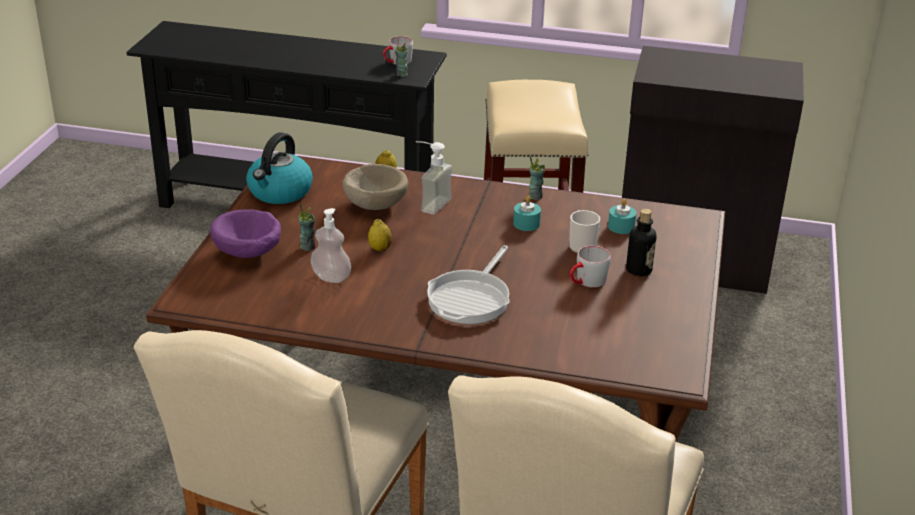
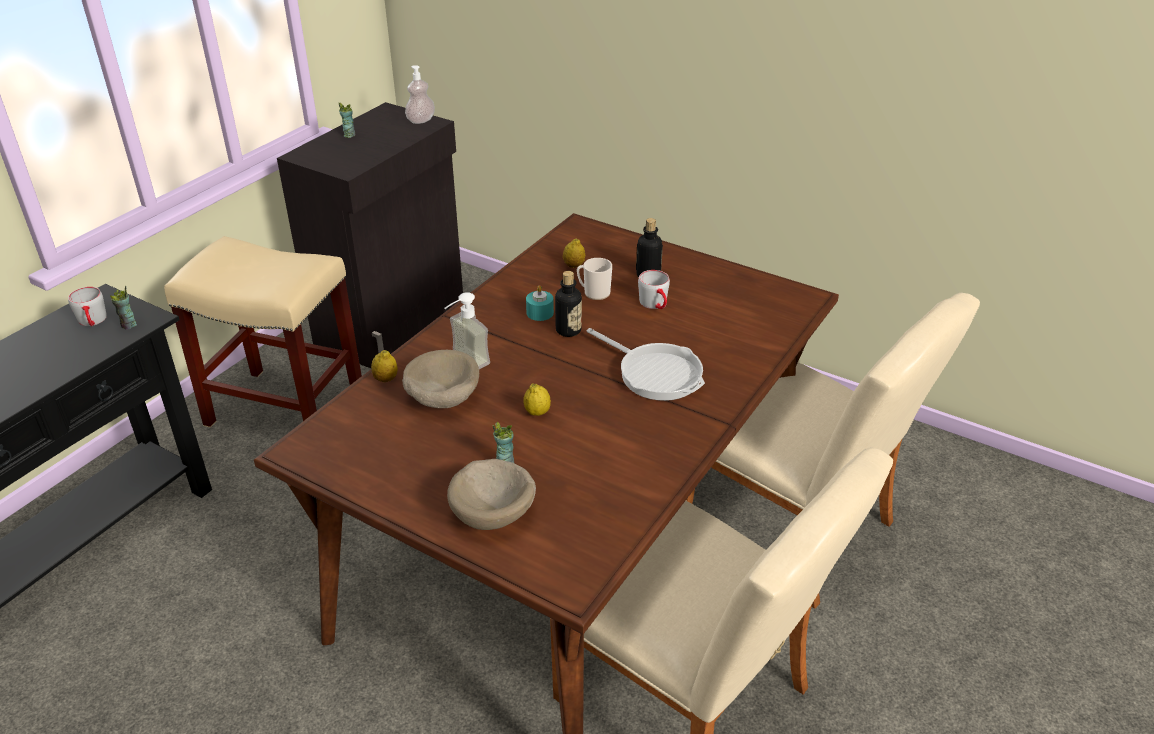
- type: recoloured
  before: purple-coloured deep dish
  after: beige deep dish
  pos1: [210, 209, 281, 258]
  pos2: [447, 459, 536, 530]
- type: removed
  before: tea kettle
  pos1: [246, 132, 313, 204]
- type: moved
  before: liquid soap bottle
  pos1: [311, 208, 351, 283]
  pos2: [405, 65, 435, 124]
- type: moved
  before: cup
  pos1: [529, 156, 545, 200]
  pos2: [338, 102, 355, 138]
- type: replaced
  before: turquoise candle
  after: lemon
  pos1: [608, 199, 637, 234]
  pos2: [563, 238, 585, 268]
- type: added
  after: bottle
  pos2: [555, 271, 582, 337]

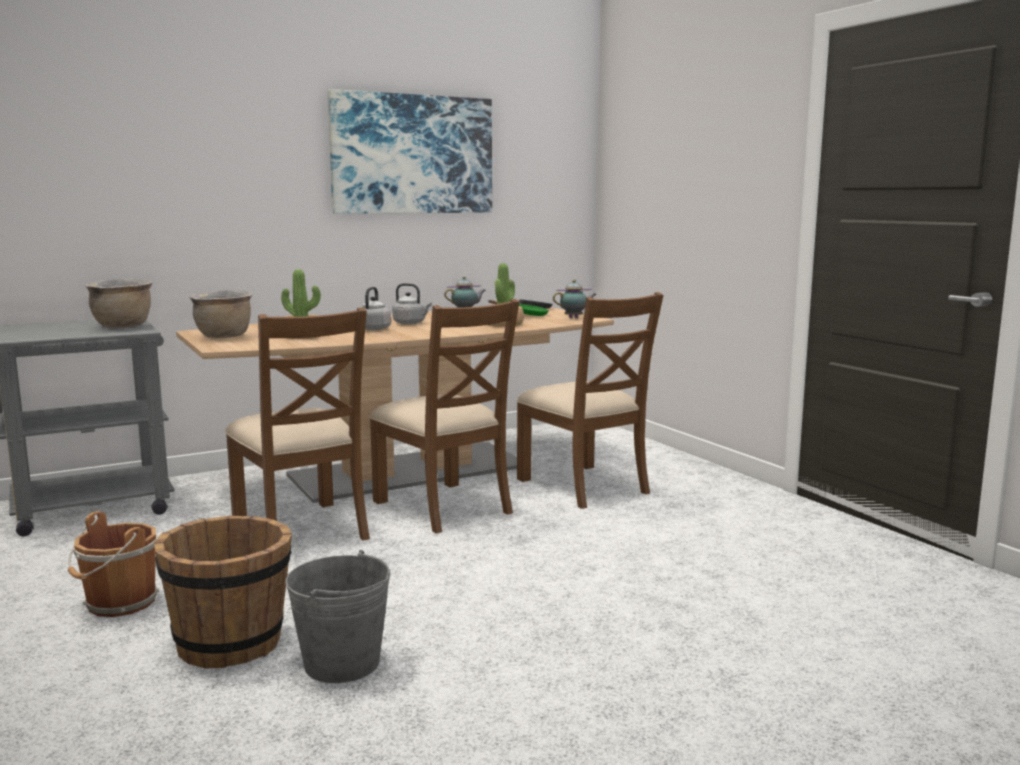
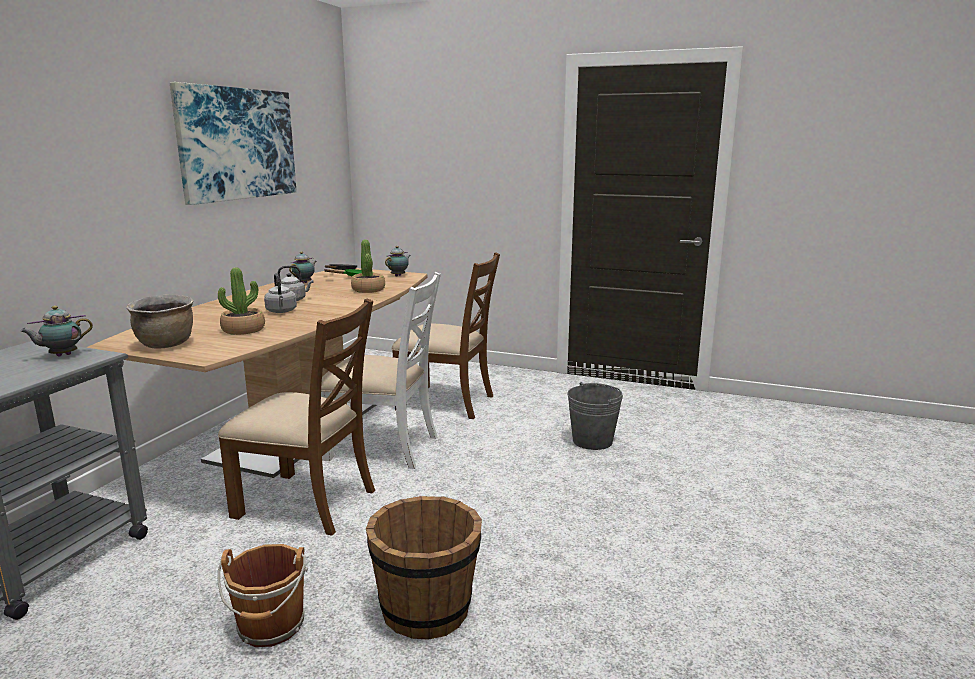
- type: replaced
  before: brownish stockpot
  after: teapot
  pos1: [85, 278, 152, 328]
  pos2: [20, 306, 93, 356]
- type: moved
  before: grey water bucket
  pos1: [285, 550, 391, 683]
  pos2: [567, 382, 623, 450]
- type: recoloured
  before: brownish upright chair
  after: whitish upright chair
  pos1: [370, 299, 519, 534]
  pos2: [321, 272, 441, 469]

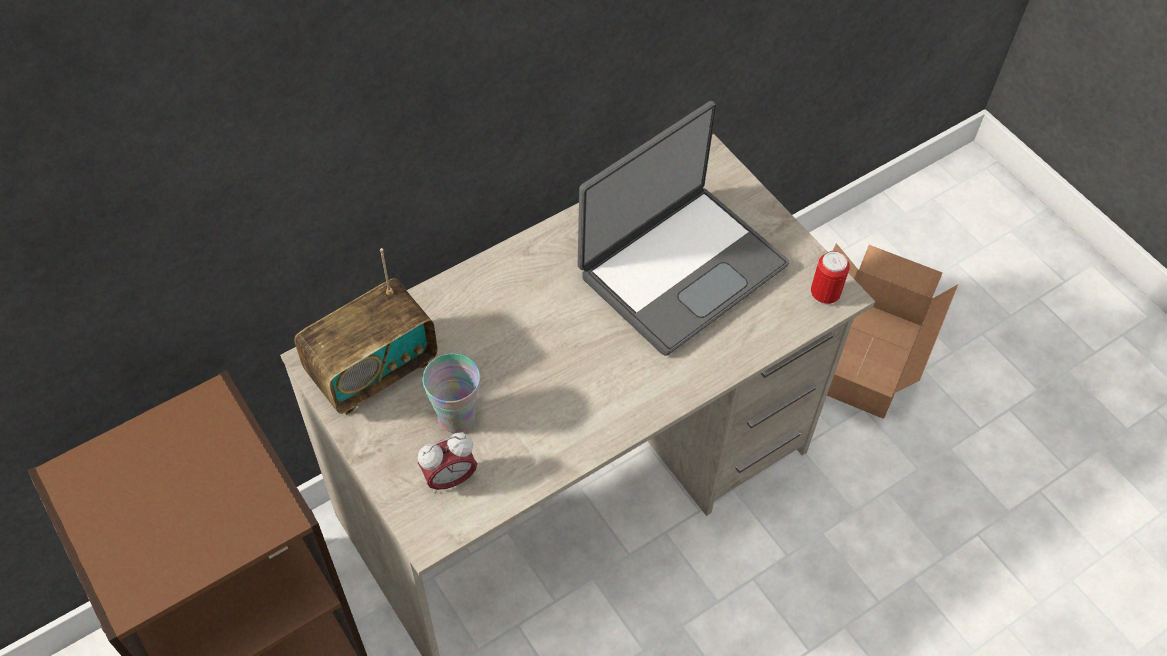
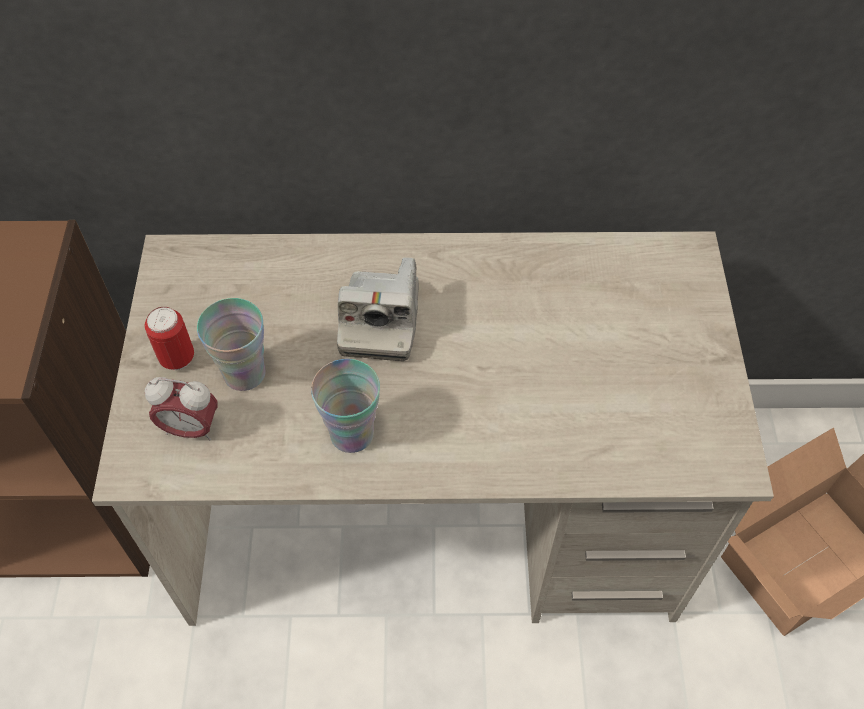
- type: removed
  before: radio set
  pos1: [295, 248, 438, 415]
- type: removed
  before: laptop
  pos1: [578, 101, 789, 356]
- type: moved
  before: can
  pos1: [811, 251, 850, 305]
  pos2: [145, 307, 194, 370]
- type: added
  after: cup
  pos2: [311, 359, 380, 453]
- type: added
  after: still camera
  pos2: [337, 257, 419, 361]

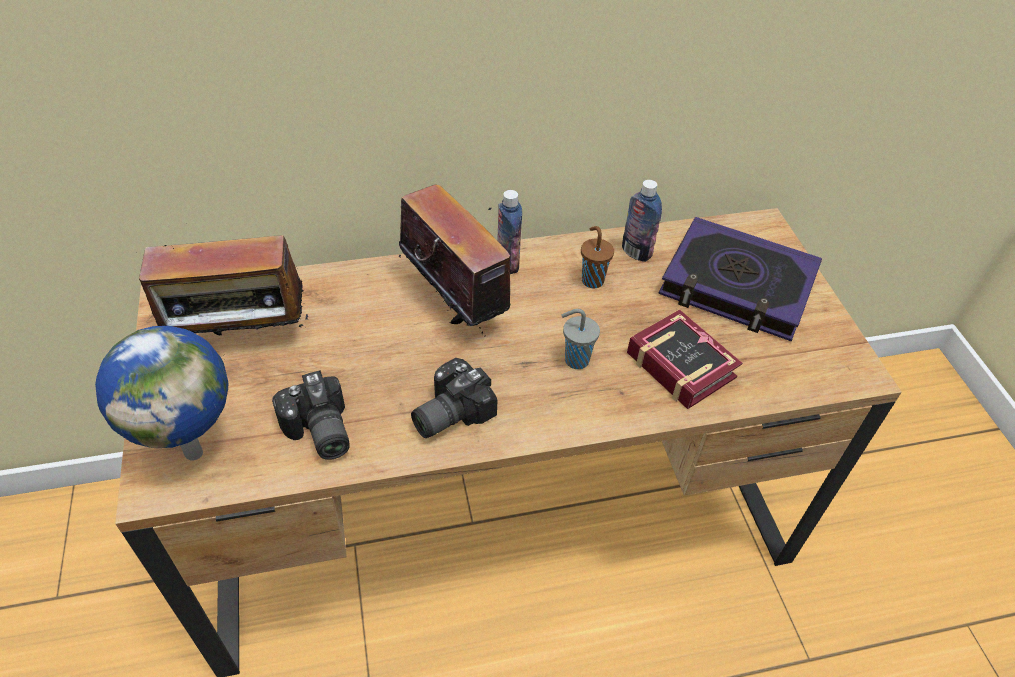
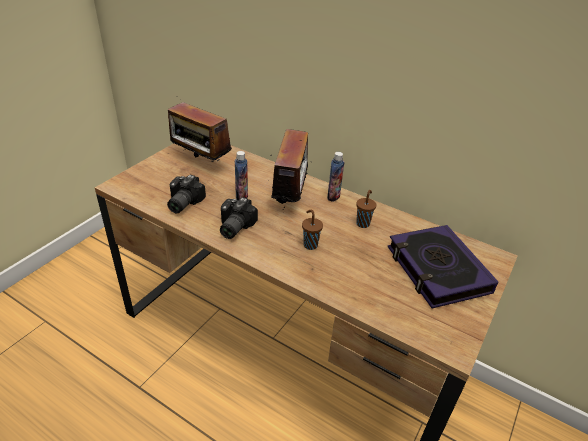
- type: removed
  before: world globe
  pos1: [95, 326, 228, 461]
- type: turned
  before: still camera
  pos1: [411, 358, 497, 438]
  pos2: [220, 197, 258, 239]
  turn: -75
- type: recoloured
  before: grey cup
  after: brownish cup
  pos1: [561, 309, 600, 369]
  pos2: [302, 210, 323, 250]
- type: moved
  before: bottle
  pos1: [622, 180, 662, 262]
  pos2: [235, 151, 248, 200]
- type: removed
  before: book
  pos1: [627, 309, 742, 409]

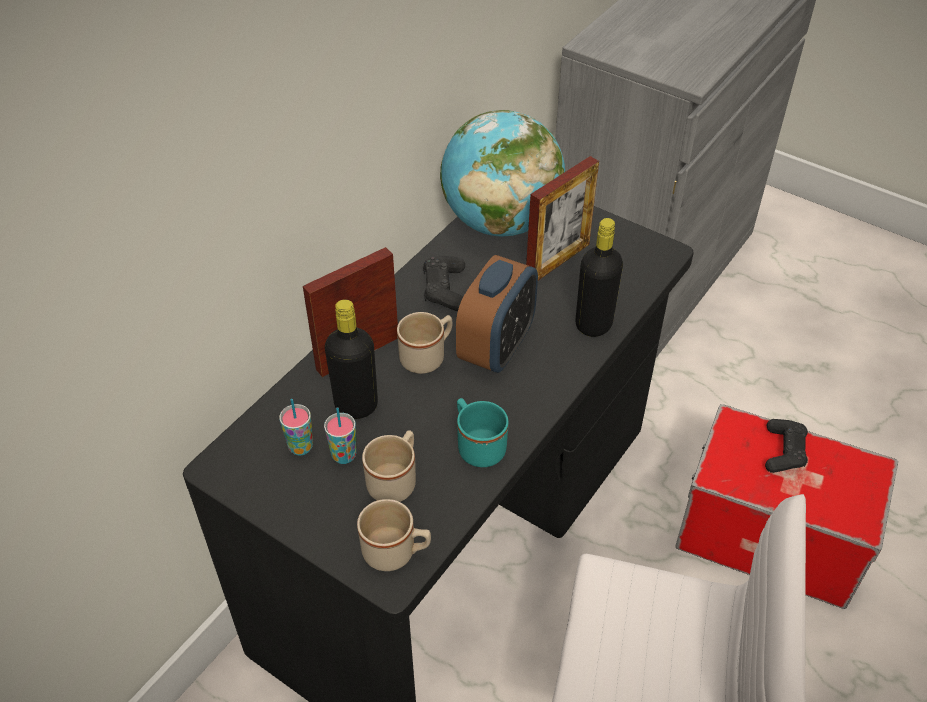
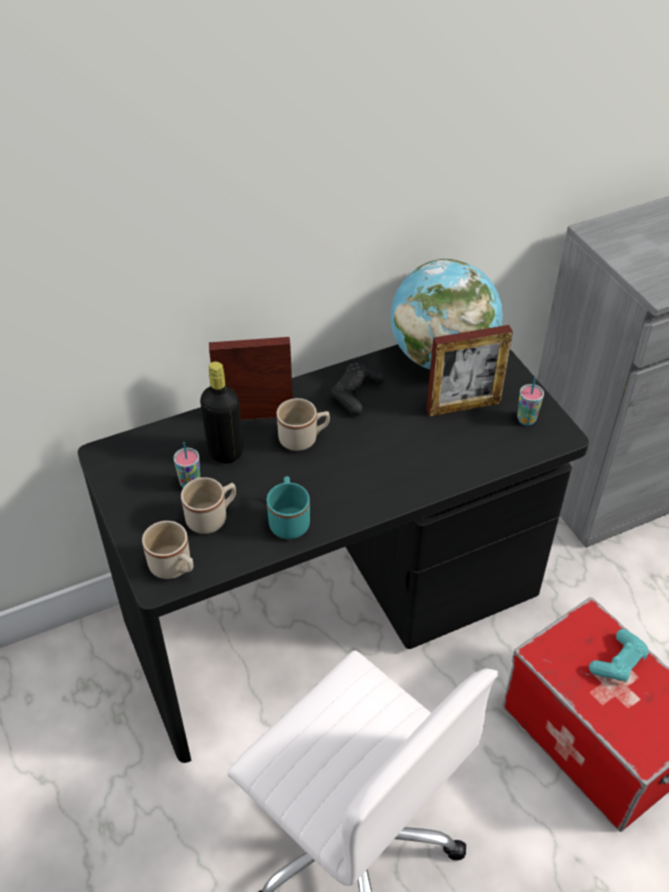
- type: moved
  before: cup
  pos1: [279, 399, 313, 456]
  pos2: [517, 377, 544, 426]
- type: removed
  before: table clock
  pos1: [456, 255, 538, 373]
- type: removed
  before: black-coloured bottle
  pos1: [575, 218, 623, 337]
- type: recoloured
  before: black-coloured gamepad
  after: turquoise gamepad
  pos1: [765, 419, 808, 473]
  pos2: [589, 629, 649, 683]

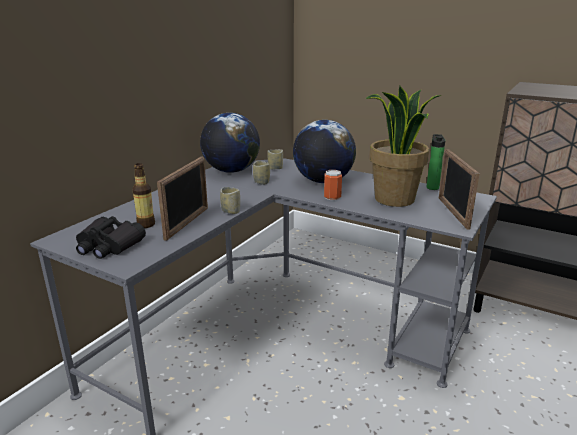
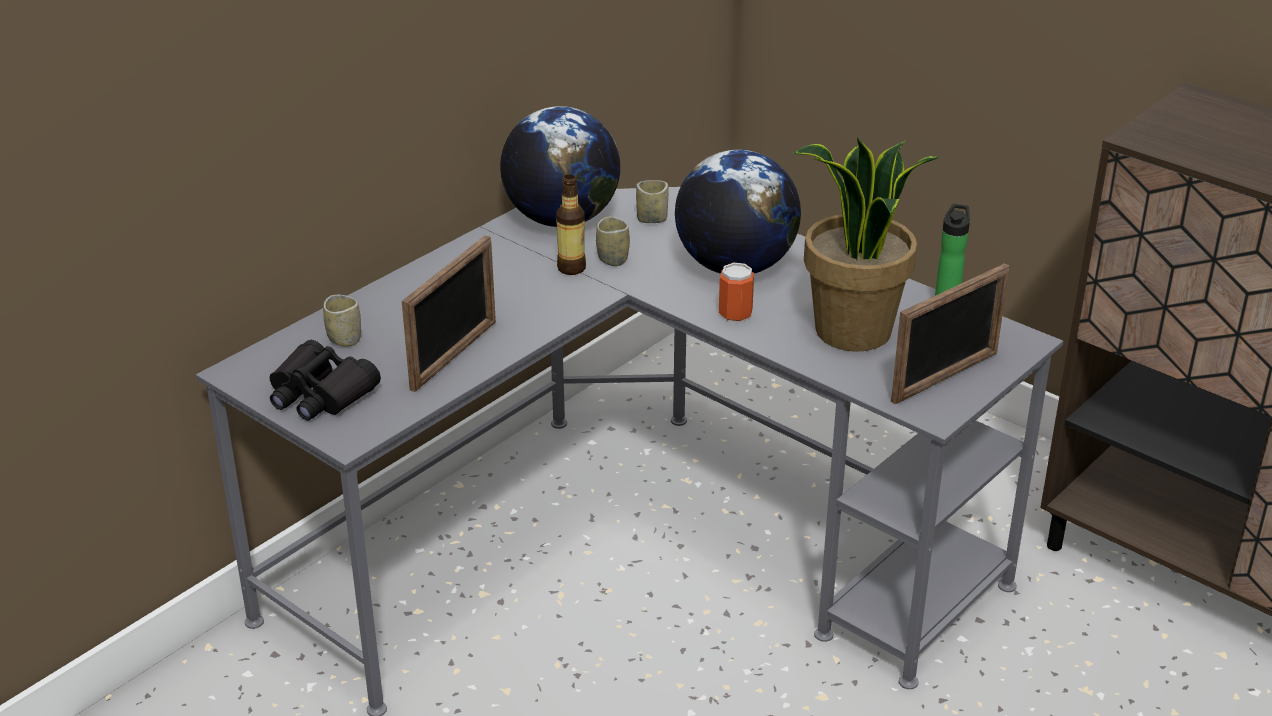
- type: moved
  before: bottle
  pos1: [132, 163, 155, 228]
  pos2: [556, 174, 586, 275]
- type: moved
  before: cup
  pos1: [220, 187, 240, 214]
  pos2: [323, 295, 361, 347]
- type: turned
  before: standing frame
  pos1: [439, 149, 480, 229]
  pos2: [891, 264, 1009, 404]
  turn: -135

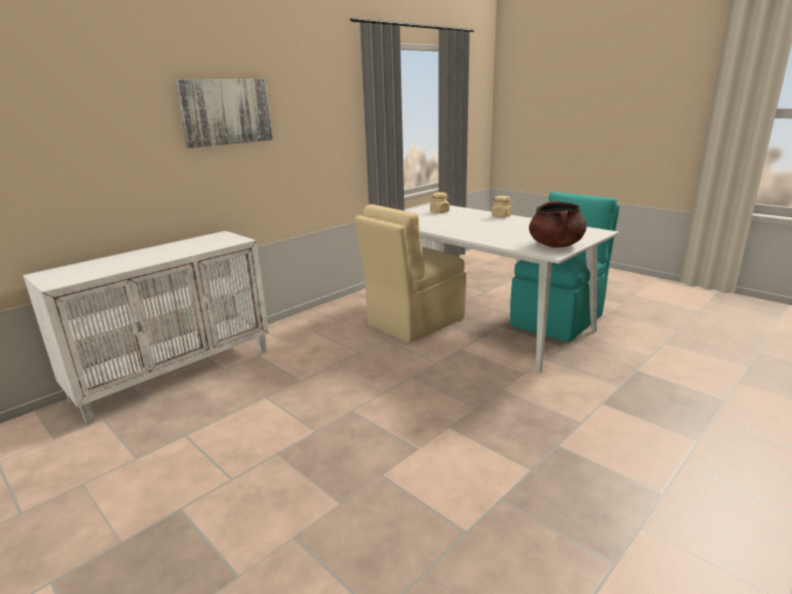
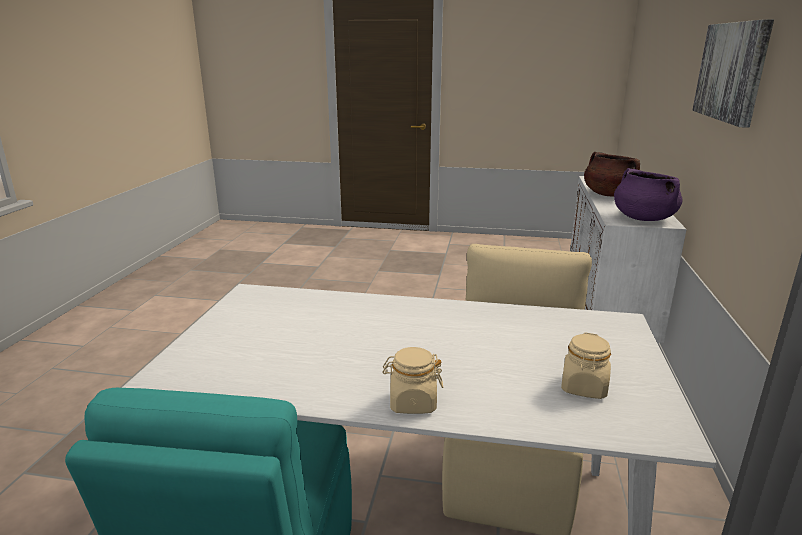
- type: moved
  before: brownish stockpot
  pos1: [529, 201, 587, 248]
  pos2: [584, 152, 640, 196]
- type: added
  after: purple-coloured stockpot
  pos2: [614, 168, 683, 221]

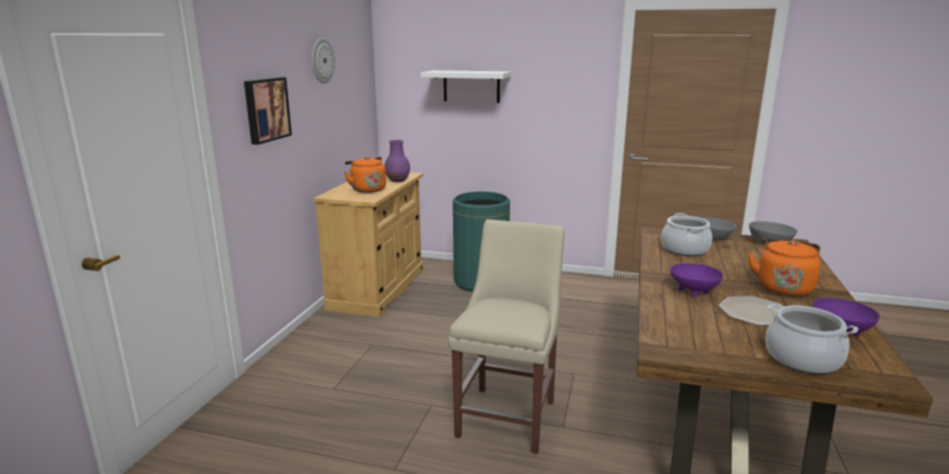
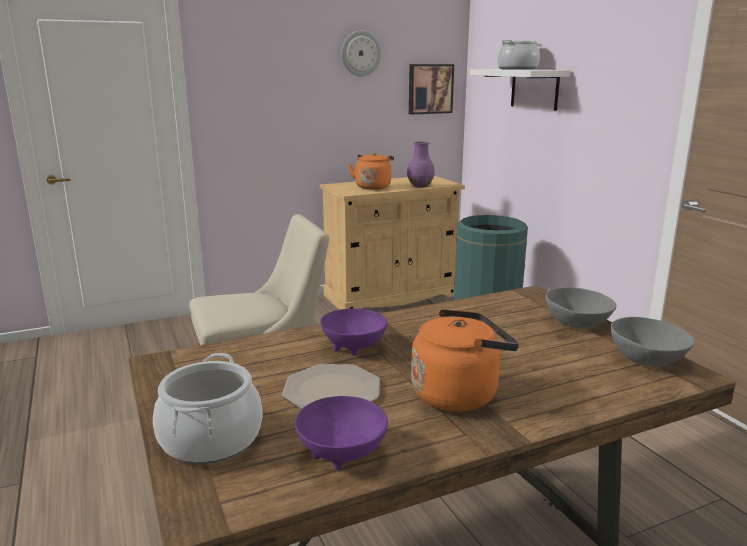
- type: moved
  before: wall art
  pos1: [244, 77, 292, 145]
  pos2: [409, 64, 454, 115]
- type: moved
  before: stockpot
  pos1: [661, 213, 712, 256]
  pos2: [497, 40, 540, 70]

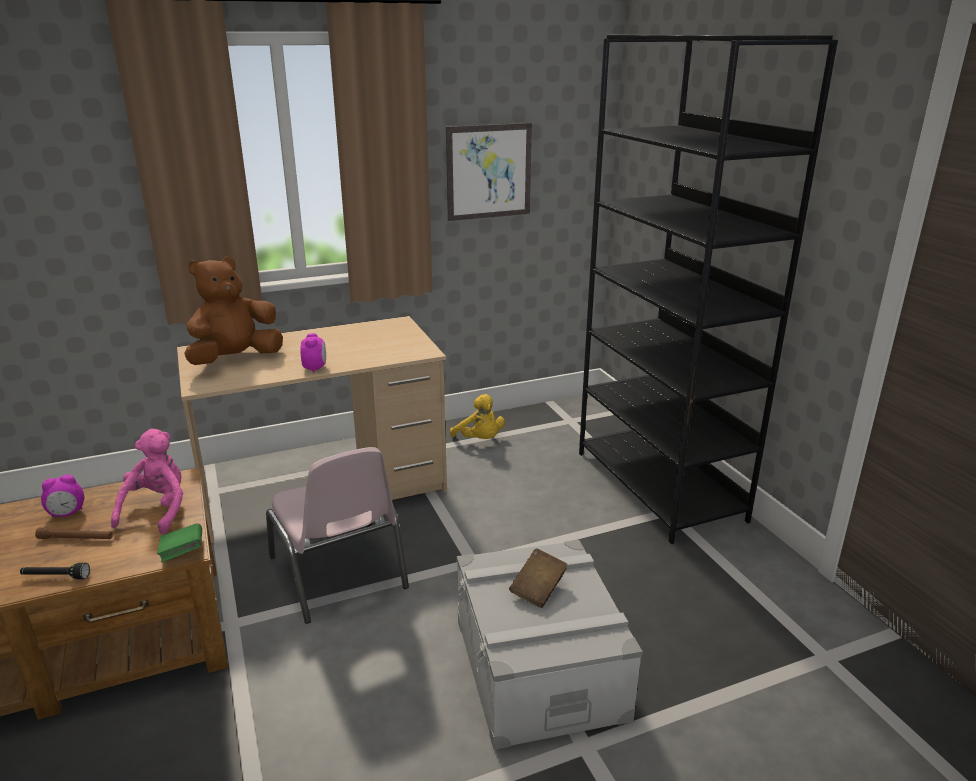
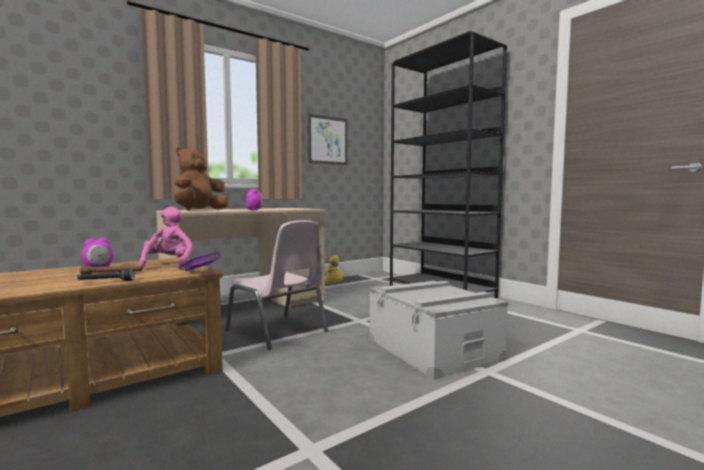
- type: recoloured
  before: greenish book
  after: purple-coloured book
  pos1: [157, 523, 202, 562]
  pos2: [182, 252, 221, 271]
- type: removed
  before: brownish book
  pos1: [509, 548, 568, 608]

